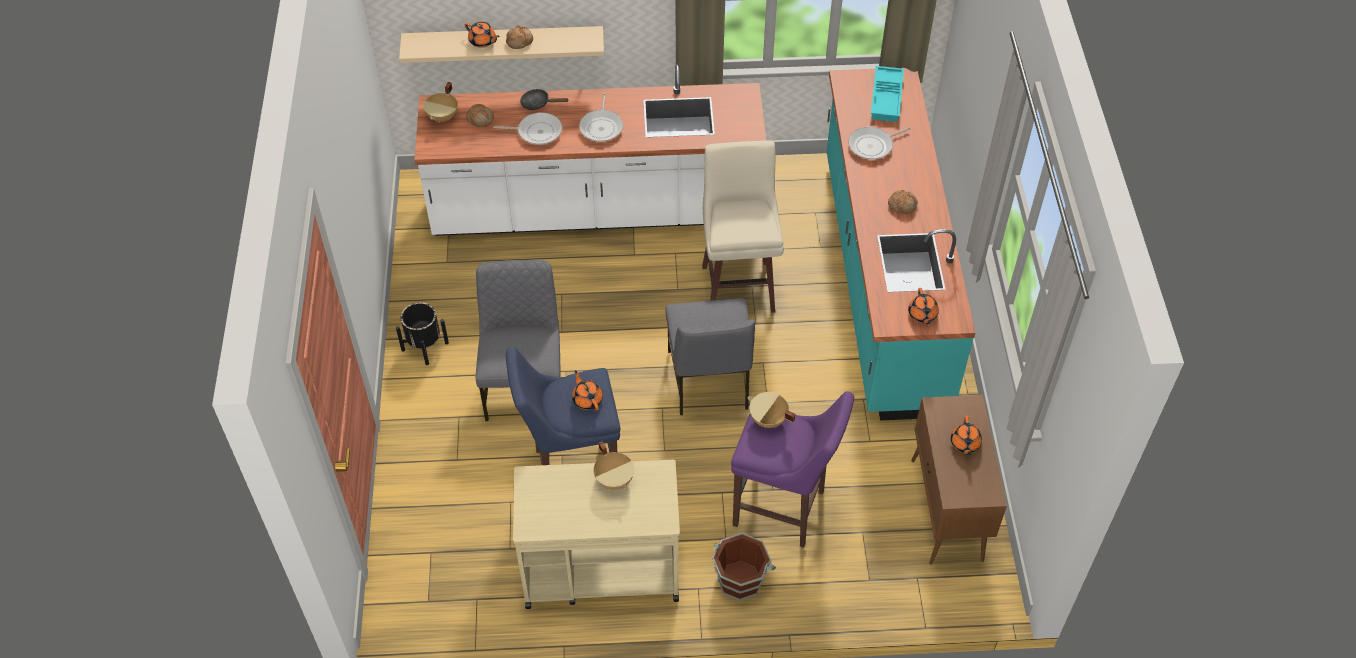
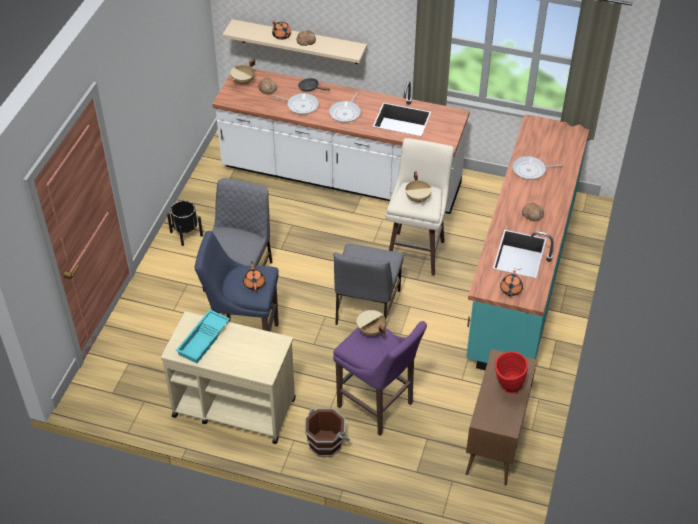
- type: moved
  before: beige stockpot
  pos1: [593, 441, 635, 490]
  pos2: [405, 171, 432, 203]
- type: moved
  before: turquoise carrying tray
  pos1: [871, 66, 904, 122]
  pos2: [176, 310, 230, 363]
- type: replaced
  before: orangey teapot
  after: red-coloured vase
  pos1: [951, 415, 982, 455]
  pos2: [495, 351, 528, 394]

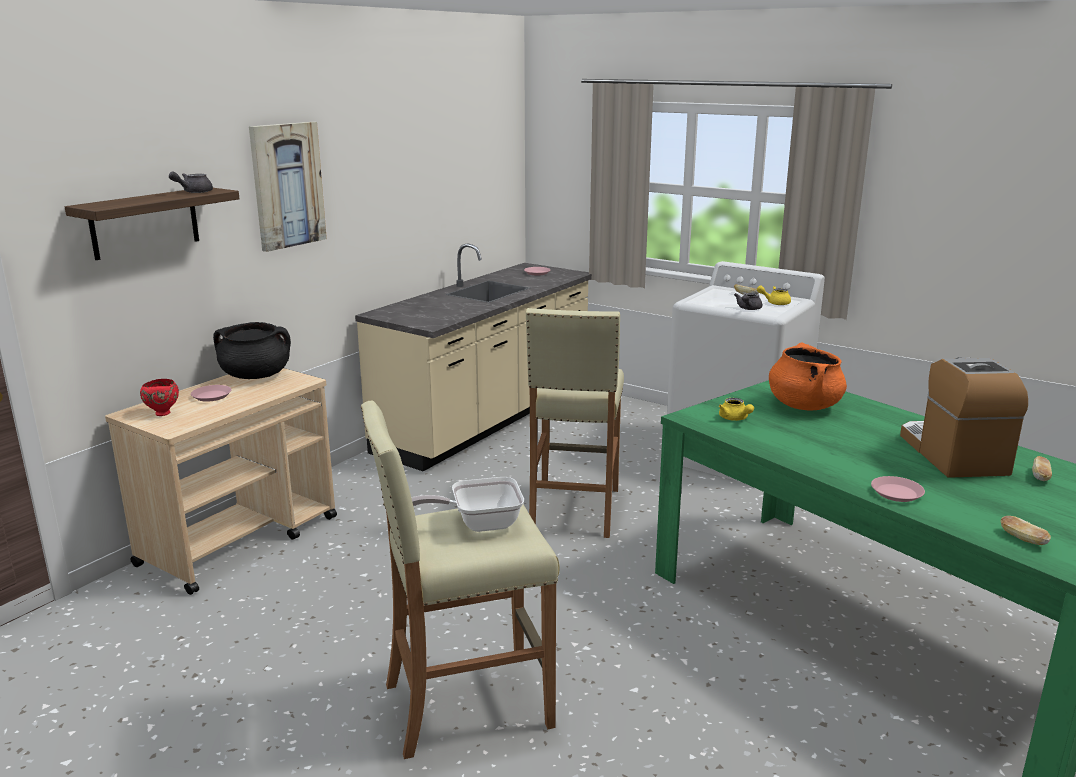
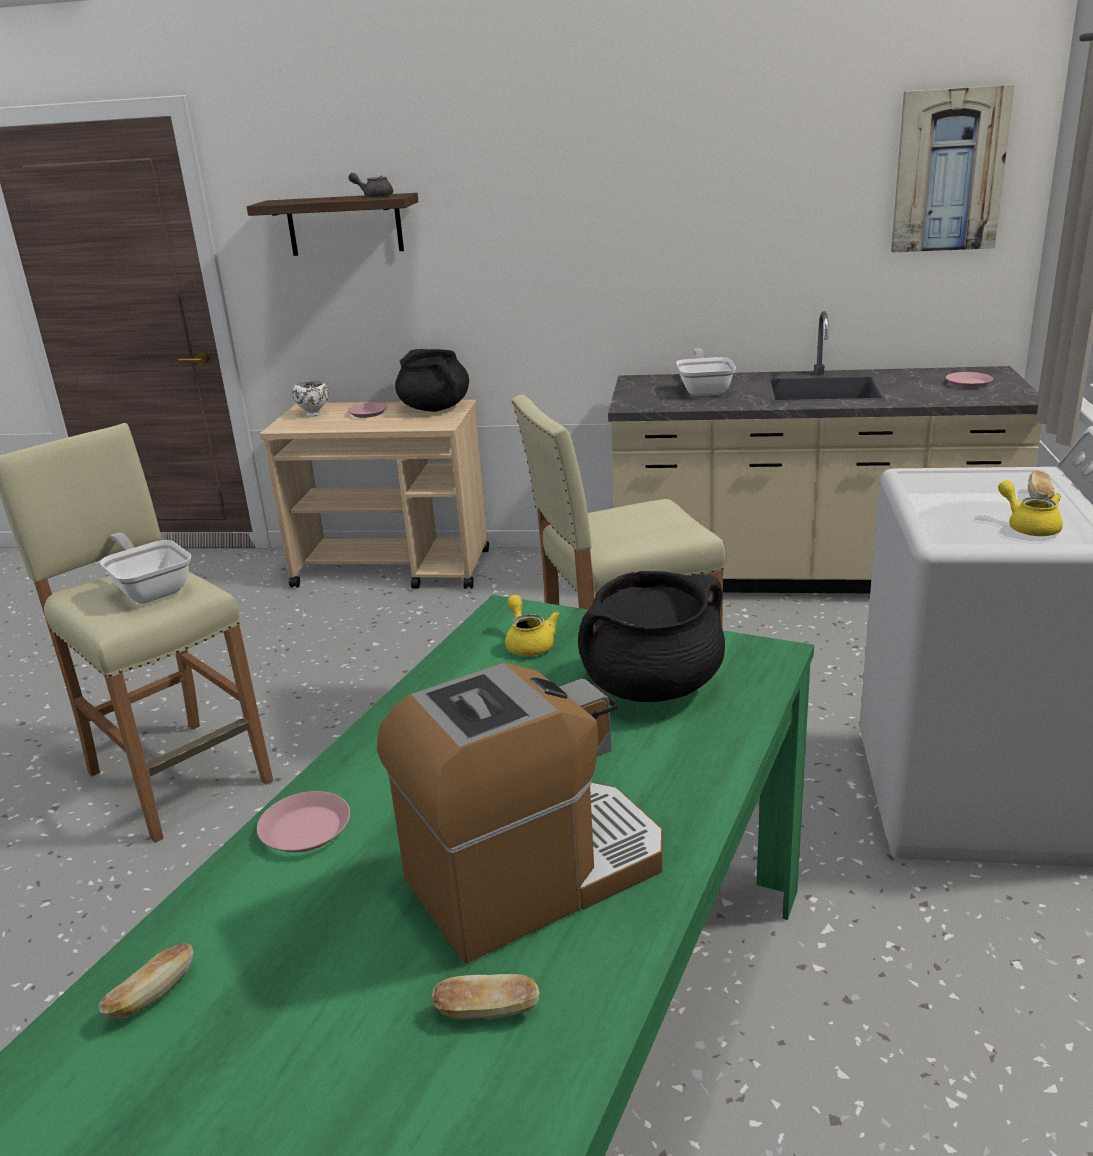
- type: recoloured
  before: red-coloured deep dish
  after: whitish deep dish
  pos1: [140, 379, 179, 416]
  pos2: [293, 381, 329, 416]
- type: moved
  before: wall art
  pos1: [249, 122, 327, 252]
  pos2: [891, 85, 1014, 252]
- type: turned
  before: yellow teapot
  pos1: [719, 398, 754, 421]
  pos2: [505, 595, 560, 656]
  turn: 120
- type: removed
  before: grey teapot
  pos1: [734, 293, 762, 310]
- type: recoloured
  before: orangey stockpot
  after: black-coloured stockpot
  pos1: [769, 342, 847, 410]
  pos2: [578, 571, 725, 702]
- type: added
  after: frying pan
  pos2: [676, 348, 736, 396]

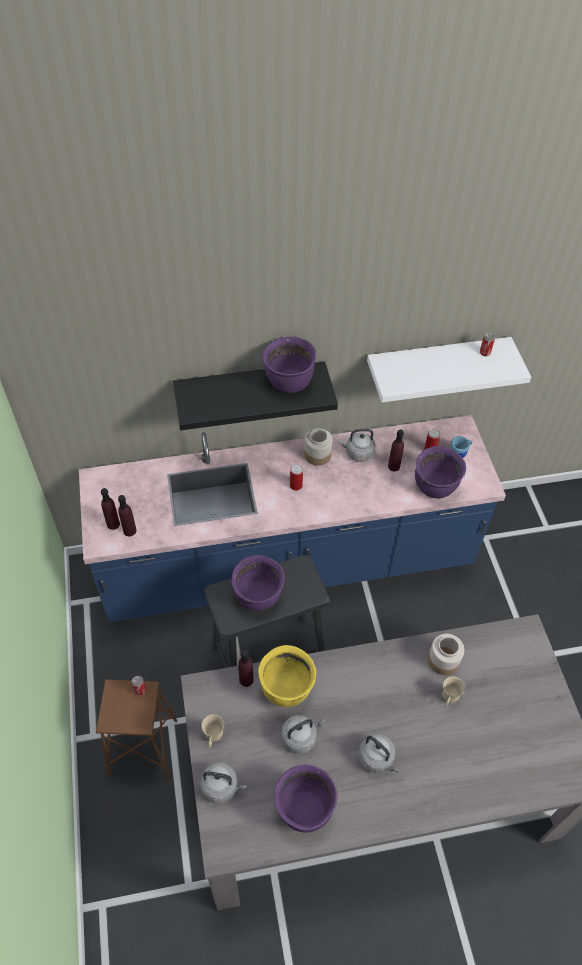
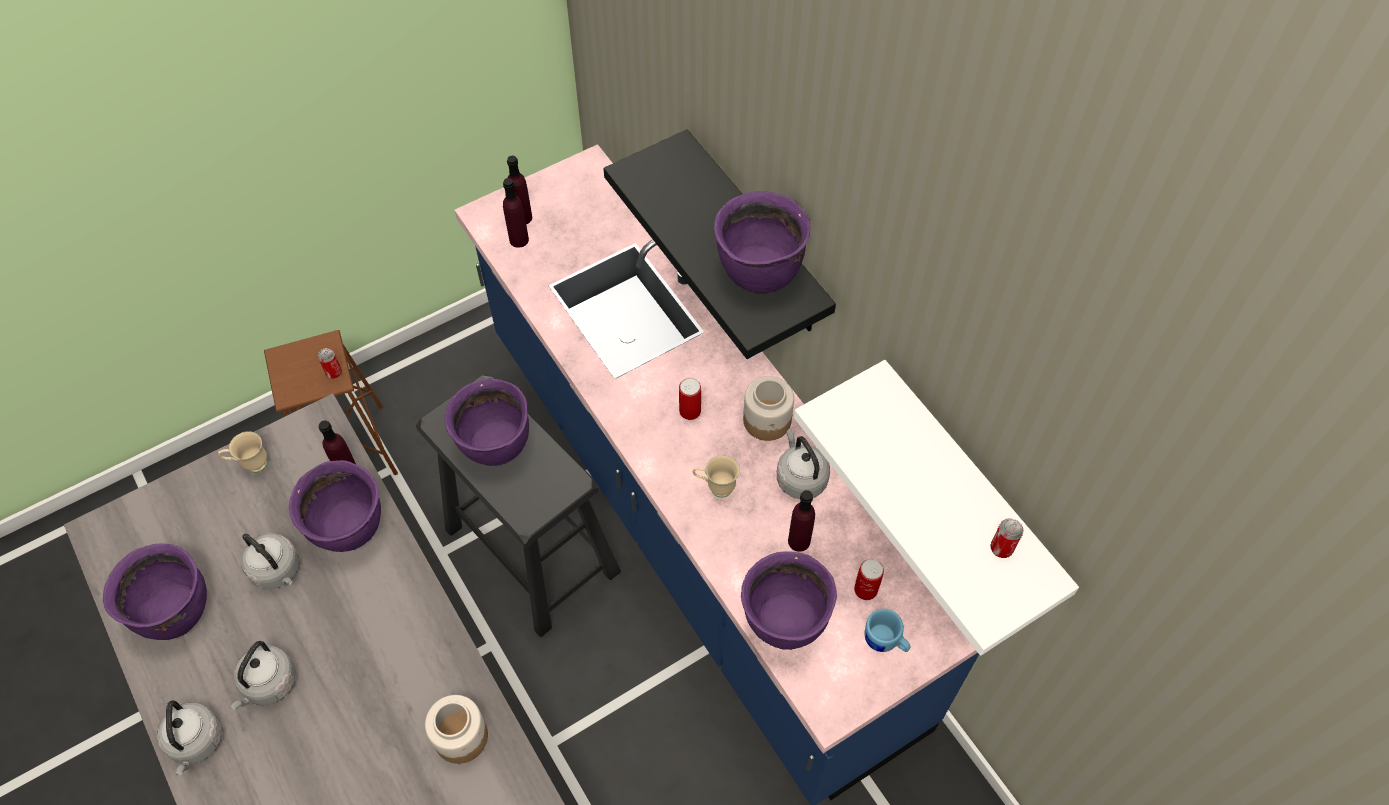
- type: moved
  before: grey tea kettle
  pos1: [200, 763, 246, 803]
  pos2: [157, 700, 222, 776]
- type: recoloured
  before: yellow stockpot
  after: purple-coloured stockpot
  pos1: [258, 645, 316, 707]
  pos2: [289, 460, 381, 552]
- type: moved
  before: beige mug
  pos1: [442, 676, 465, 706]
  pos2: [693, 455, 739, 498]

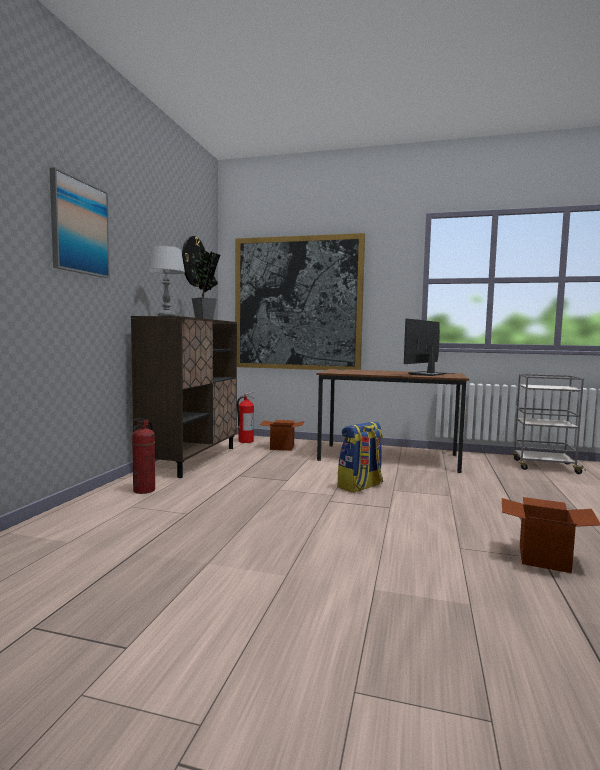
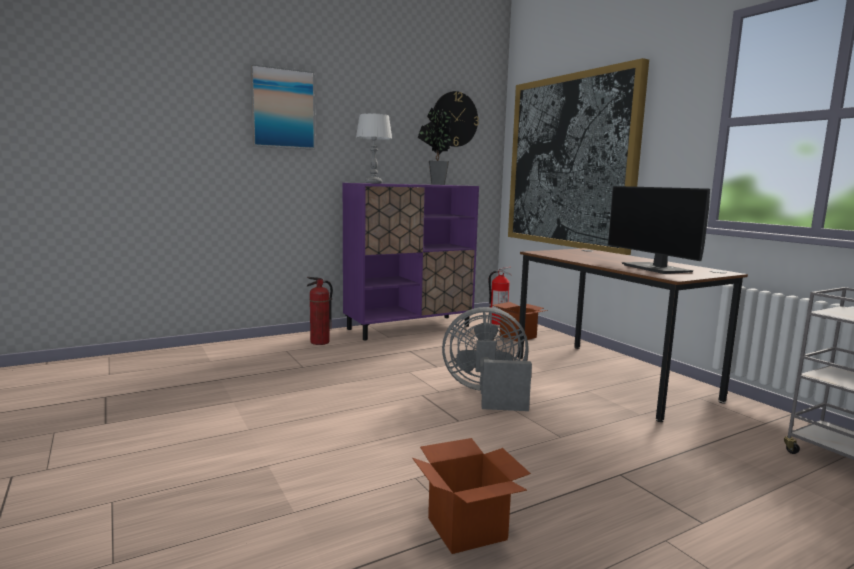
- type: recoloured
  before: brownish storage cabinet
  after: purple-coloured storage cabinet
  pos1: [131, 316, 237, 478]
  pos2: [342, 183, 479, 340]
- type: replaced
  before: knapsack
  after: grey cooling fan
  pos1: [337, 421, 383, 493]
  pos2: [442, 307, 532, 411]
- type: turned
  before: monitor
  pos1: [404, 318, 447, 376]
  pos2: [608, 186, 710, 274]
  turn: -105

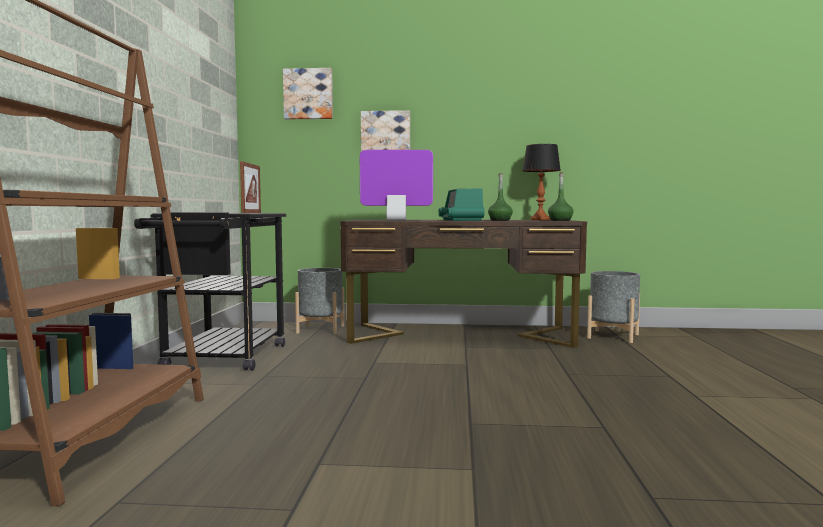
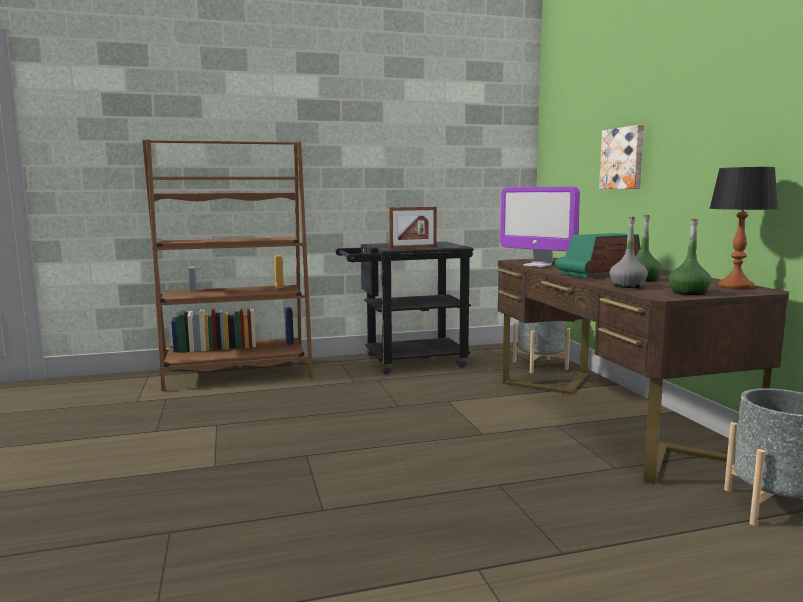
- type: removed
  before: wall art
  pos1: [283, 68, 333, 119]
- type: turned
  before: monitor
  pos1: [360, 150, 433, 221]
  pos2: [500, 186, 580, 267]
  turn: 150
- type: added
  after: grey bottle
  pos2: [609, 217, 648, 288]

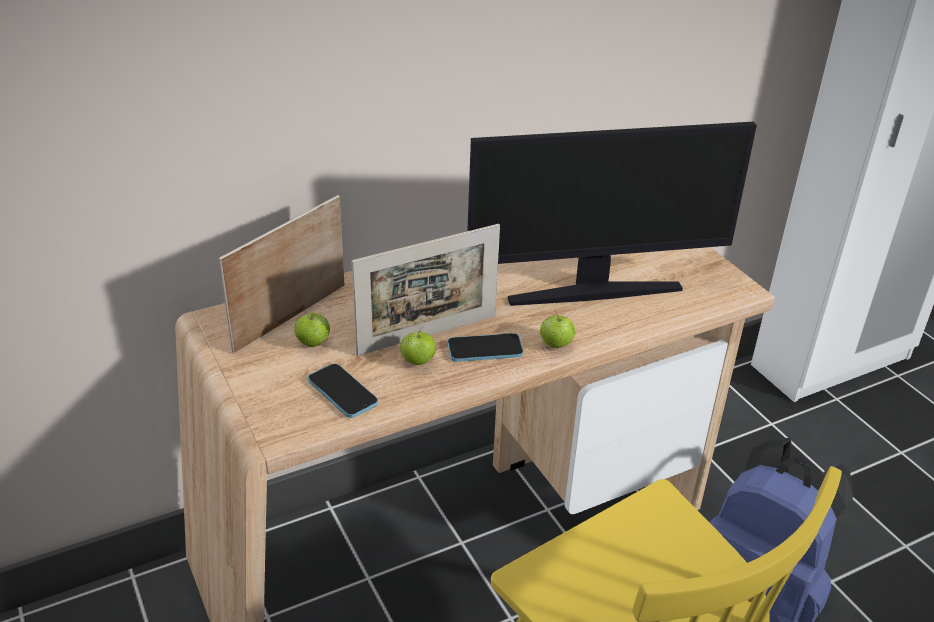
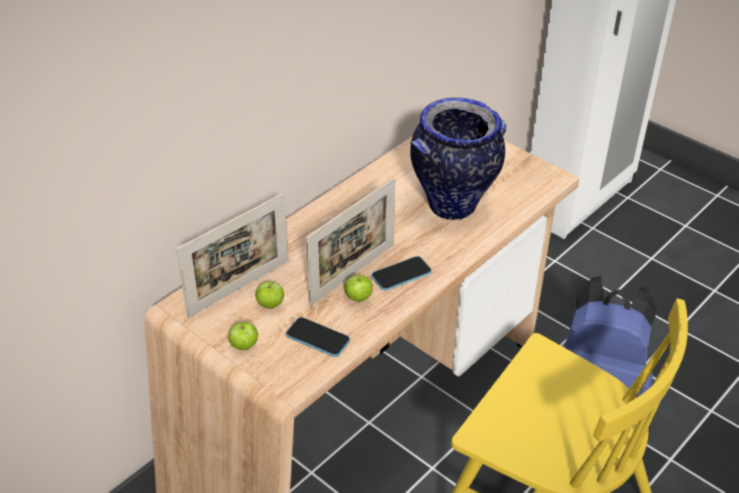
- type: turned
  before: standing frame
  pos1: [219, 195, 345, 353]
  pos2: [177, 193, 289, 318]
  turn: -150
- type: replaced
  before: monitor
  after: vase
  pos1: [467, 122, 757, 306]
  pos2: [410, 98, 506, 220]
- type: moved
  before: apple
  pos1: [540, 311, 575, 348]
  pos2: [228, 321, 258, 350]

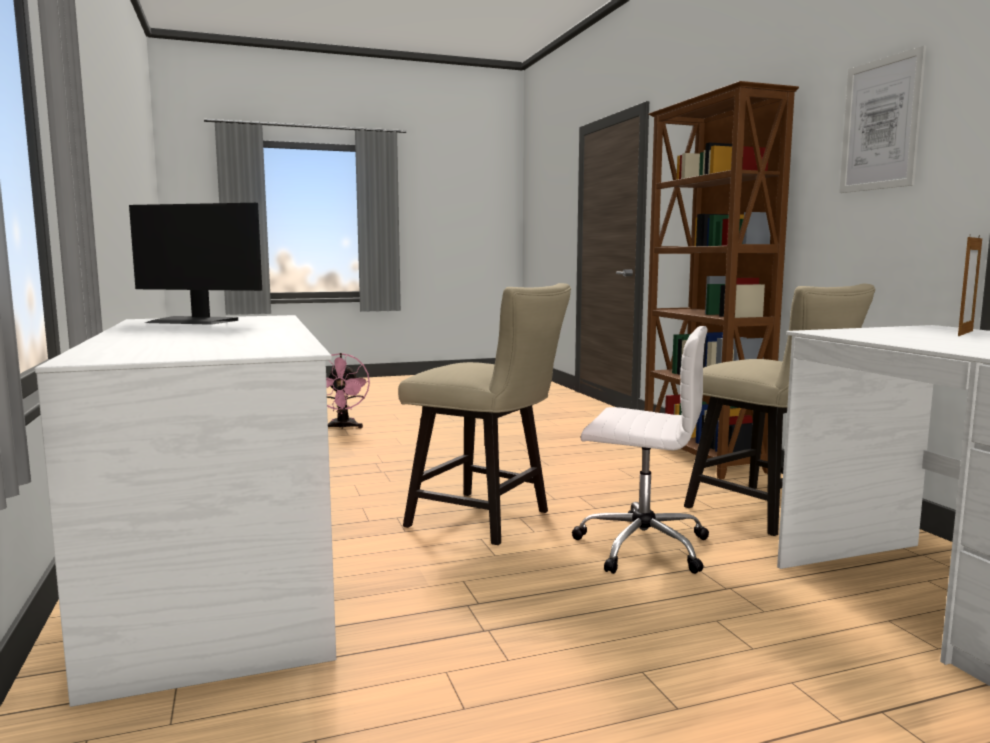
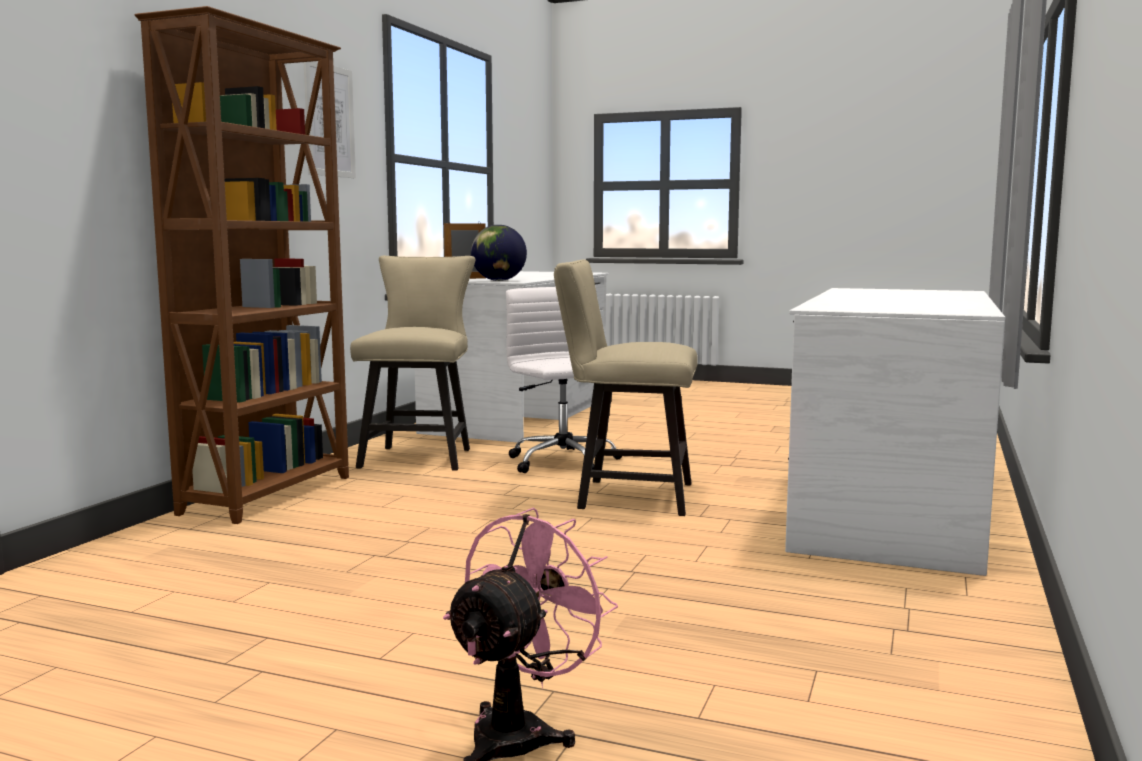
- type: removed
  before: monitor
  pos1: [129, 203, 262, 325]
- type: turned
  before: beige upright chair
  pos1: [398, 283, 571, 545]
  pos2: [554, 259, 698, 516]
  turn: -60
- type: added
  after: world globe
  pos2: [471, 225, 527, 281]

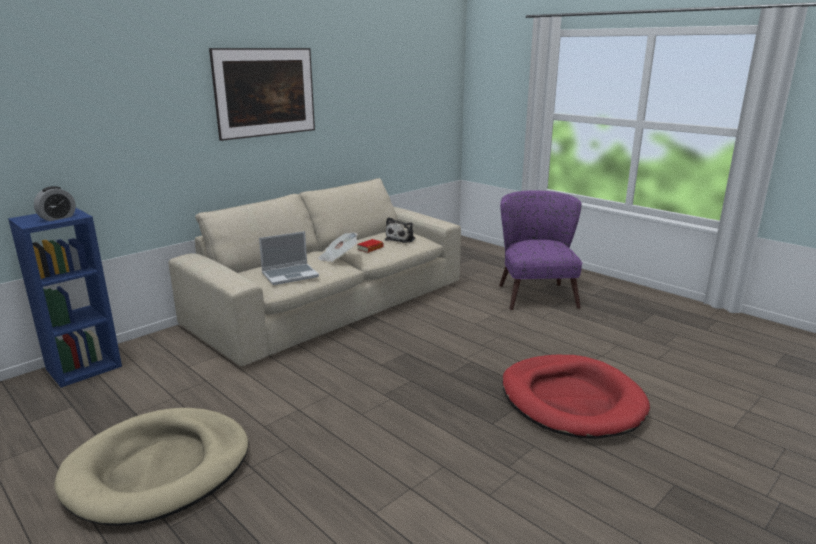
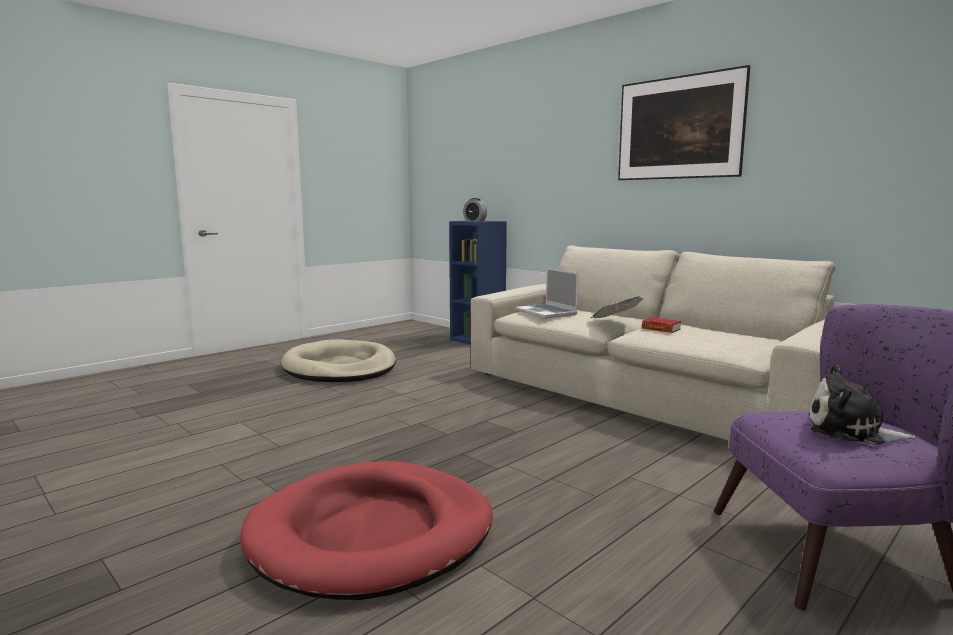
- type: moved
  before: plush toy
  pos1: [385, 217, 415, 243]
  pos2: [809, 365, 915, 445]

